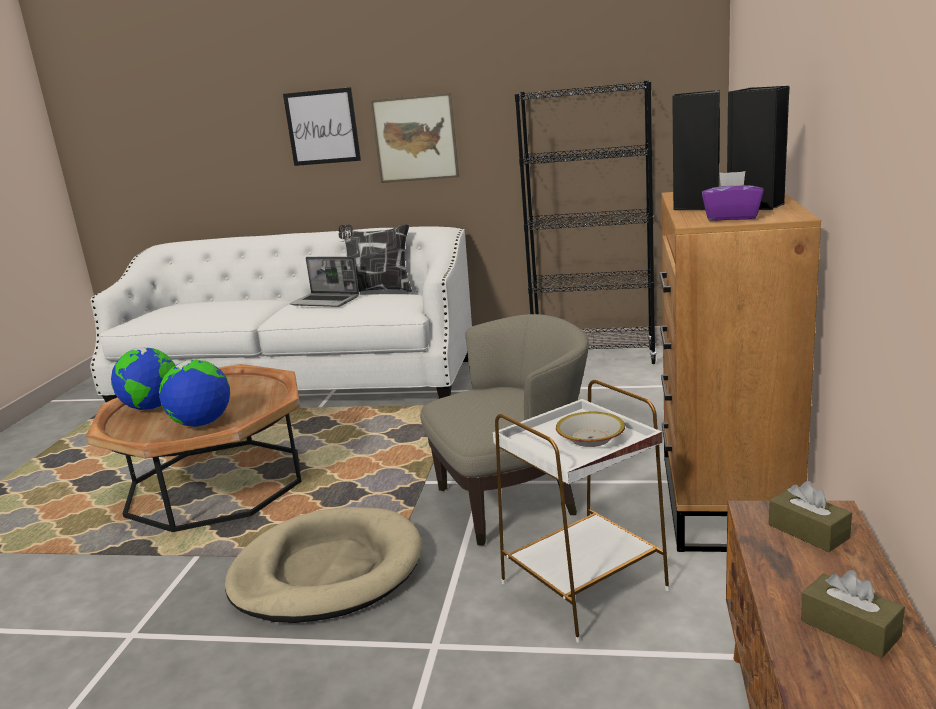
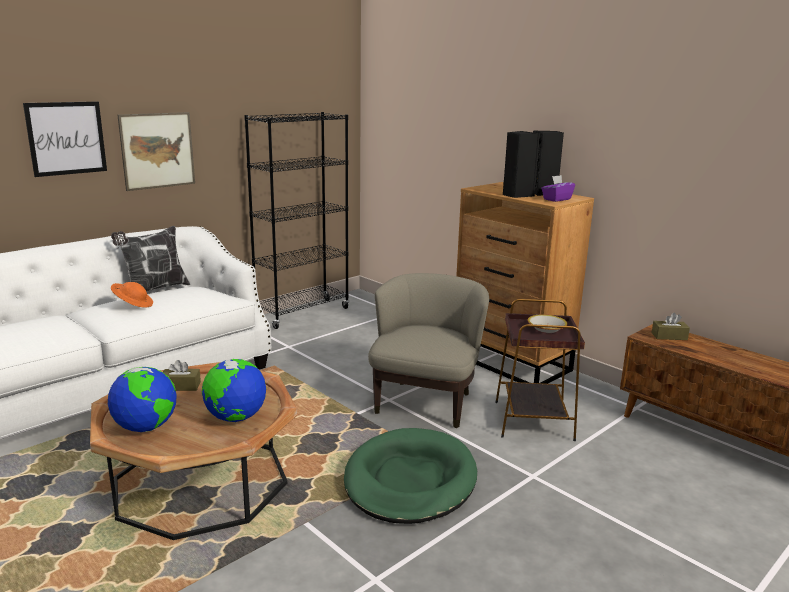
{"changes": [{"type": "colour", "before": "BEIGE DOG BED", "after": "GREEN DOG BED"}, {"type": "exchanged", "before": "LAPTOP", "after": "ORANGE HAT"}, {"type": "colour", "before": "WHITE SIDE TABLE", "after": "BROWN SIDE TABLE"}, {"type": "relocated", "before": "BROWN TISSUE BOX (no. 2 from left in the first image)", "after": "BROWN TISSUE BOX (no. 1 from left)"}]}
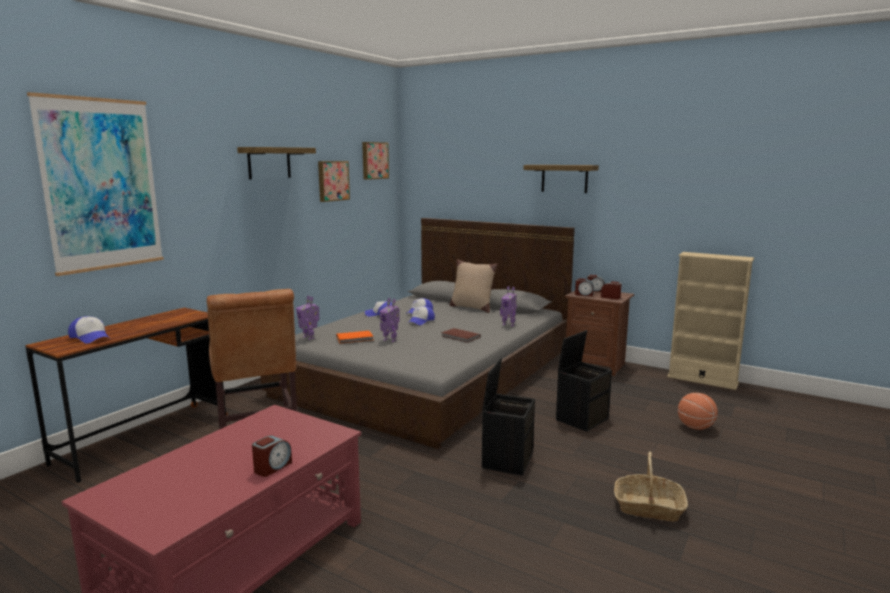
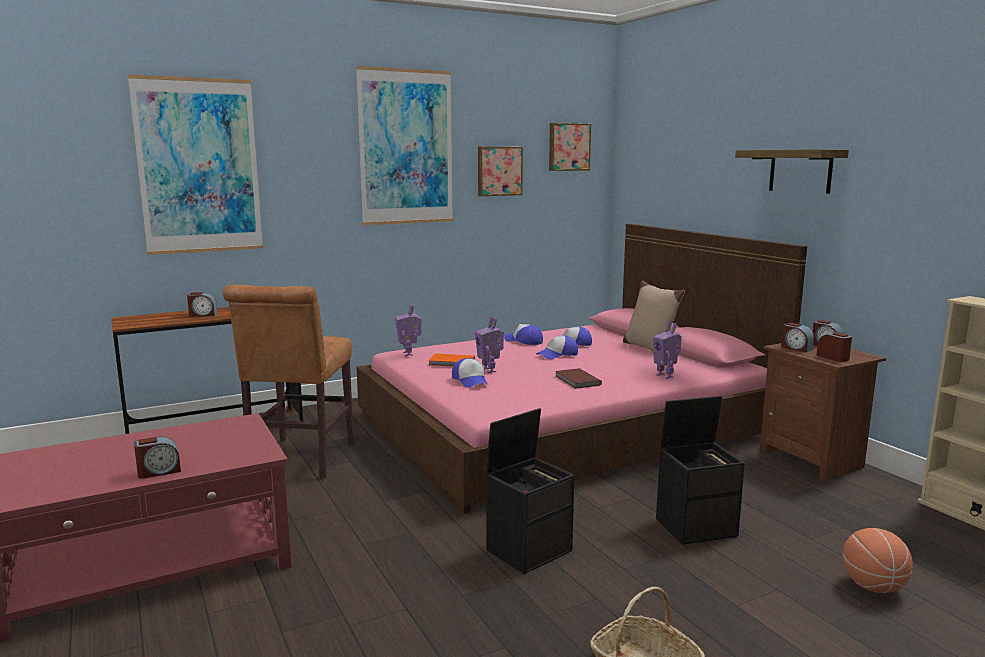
{"changes": [{"type": "relocated", "before": "CAP (no. 1 from left)"}, {"type": "exchanged", "before": "SHELF (no. 1 from left)", "after": "PICTURE (no. 2 from left)"}, {"type": "colour", "before": "GREY BED", "after": "PINK BED"}, {"type": "appeared", "after": "ALARM CLOCK (no. 2 from left)"}]}
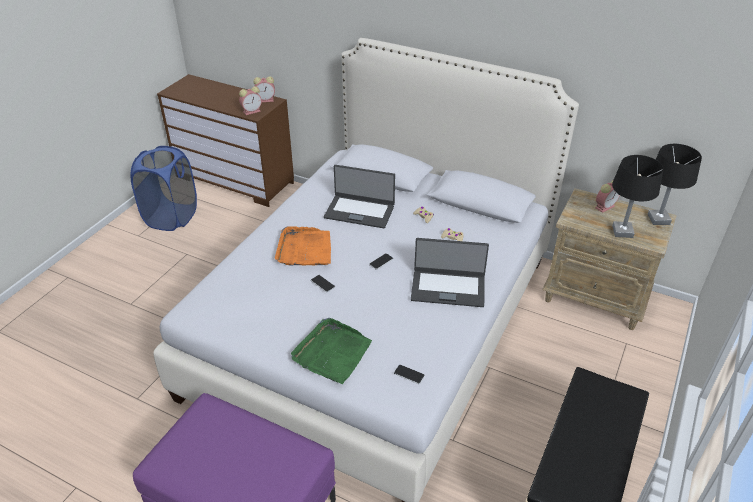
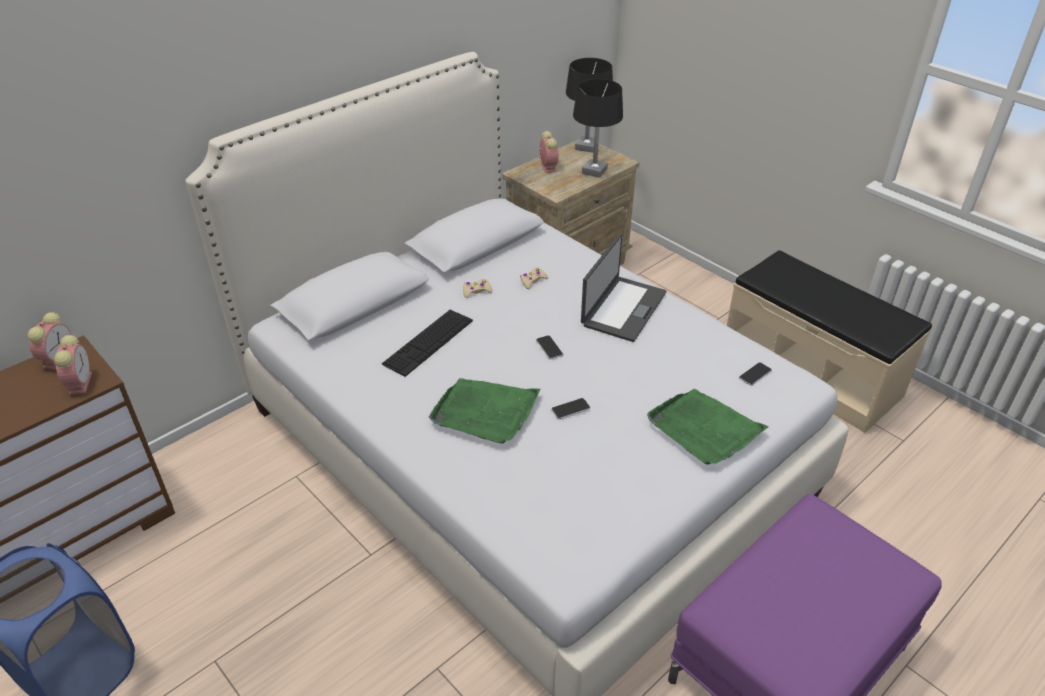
{"changes": [{"type": "colour", "before": "ORANGE TRAY", "after": "GREEN TRAY (no. 1 from left)"}, {"type": "exchanged", "before": "LAPTOP (no. 1 from left)", "after": "KEYBOARD"}]}
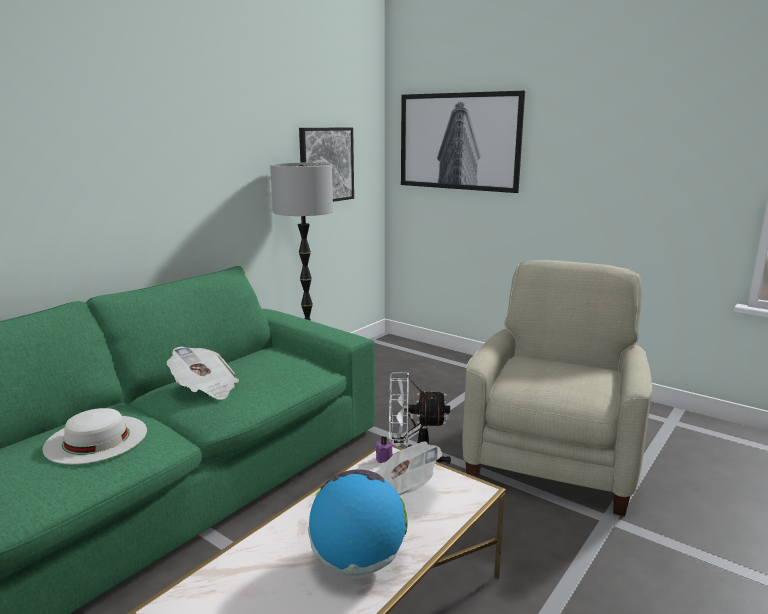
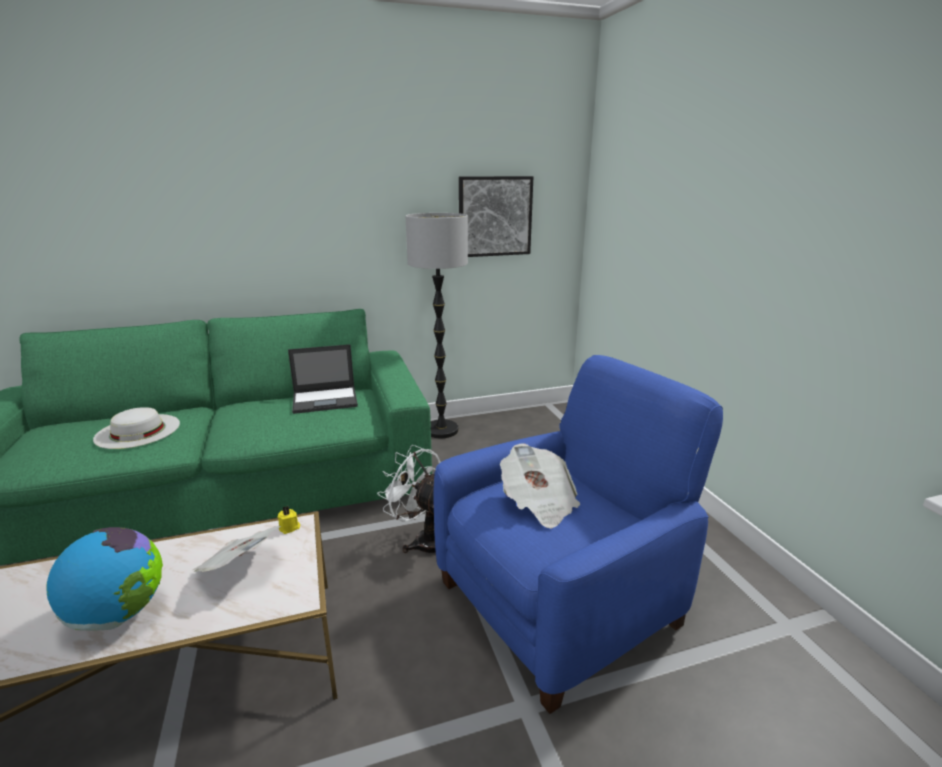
{"changes": [{"type": "relocated", "before": "NEWSPAPER (no. 1 from left in the first image)", "after": "NEWSPAPER (no. 2 from left)"}, {"type": "colour", "before": "PURPLE CANDLE", "after": "YELLOW CANDLE"}, {"type": "missing", "before": "PICTURE (no. 2 from left)"}, {"type": "colour", "before": "BEIGE ARMCHAIR", "after": "BLUE ARMCHAIR"}, {"type": "appeared", "after": "LAPTOP"}]}
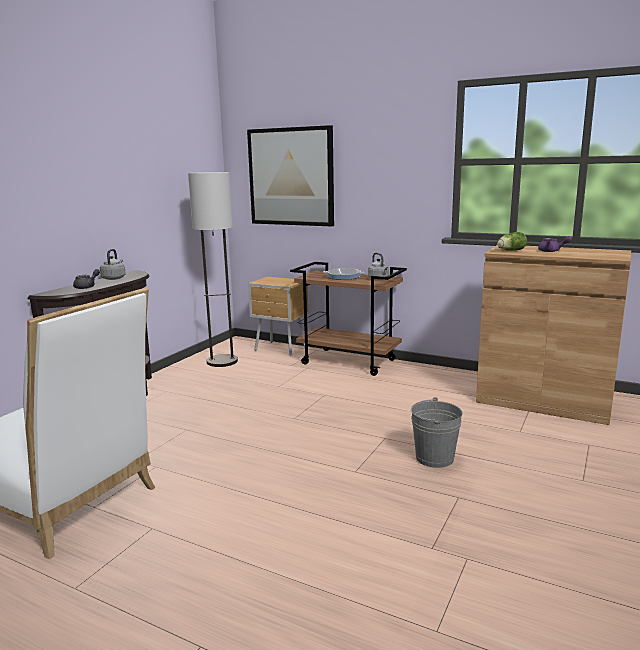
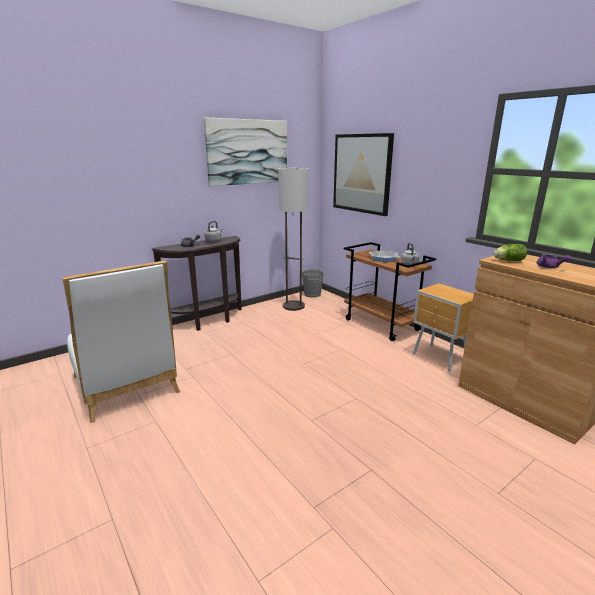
{"changes": [{"type": "relocated", "before": "BROWN NIGHTSTAND"}, {"type": "relocated", "before": "GREY BUCKET"}, {"type": "appeared", "after": "PICTURE (no. 1 from left)"}]}
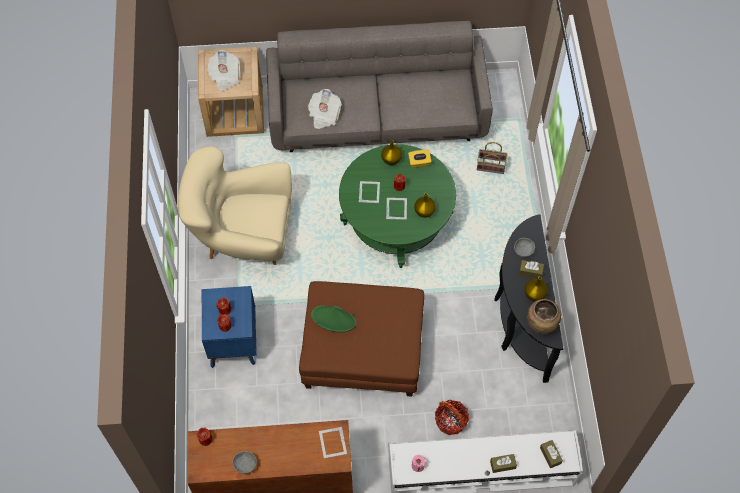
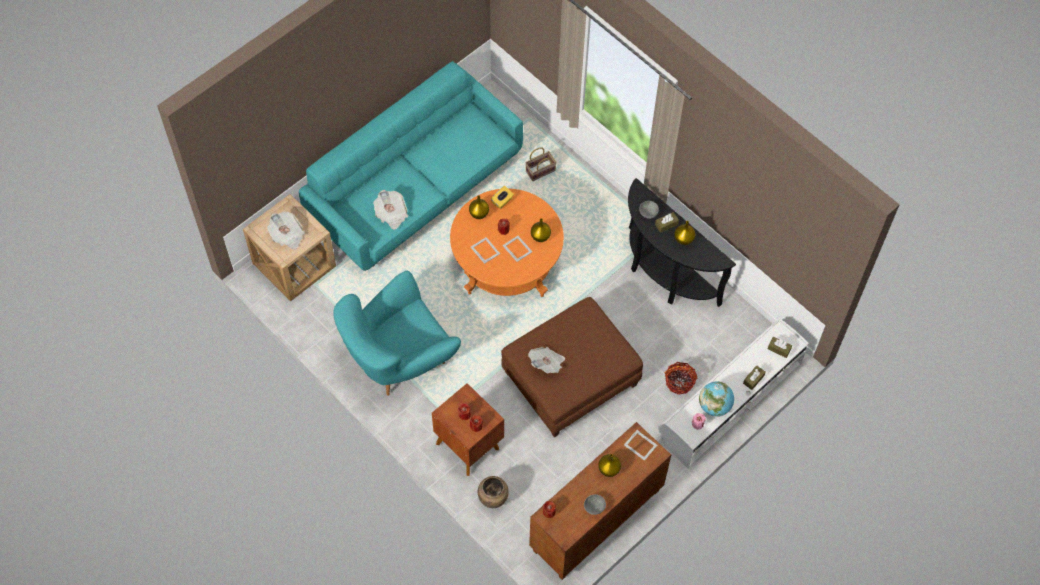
{"changes": [{"type": "colour", "before": "BEIGE ARMCHAIR", "after": "TURQUOISE ARMCHAIR"}, {"type": "colour", "before": "BLUE NIGHTSTAND", "after": "BROWN NIGHTSTAND"}, {"type": "colour", "before": "GREY SOFA", "after": "TURQUOISE SOFA"}, {"type": "exchanged", "before": "GREEN HAT", "after": "NEWSPAPER (no. 3 from left)"}, {"type": "colour", "before": "GREEN COFFEE TABLE", "after": "ORANGE COFFEE TABLE"}, {"type": "relocated", "before": "BROWN VASE"}, {"type": "appeared", "after": "YELLOW VASE (no. 3 from left)"}, {"type": "appeared", "after": "GLOBE"}]}
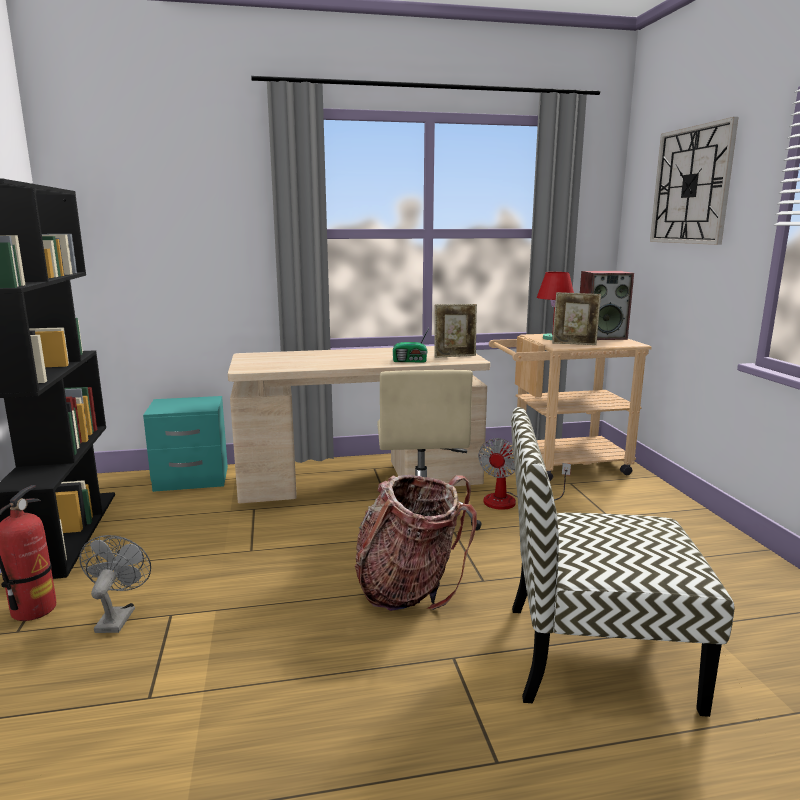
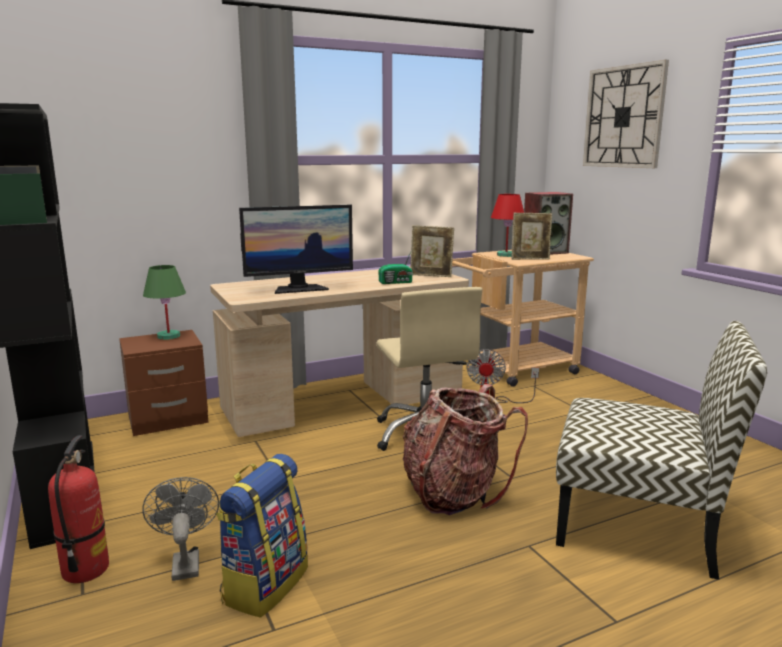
{"changes": [{"type": "colour", "before": "TURQUOISE NIGHTSTAND", "after": "BROWN NIGHTSTAND"}, {"type": "spun", "before": "PICTURE FRAME (no. 1 from left)", "turn": 45}, {"type": "spun", "before": "CHAIR", "turn": -150}, {"type": "appeared", "after": "GREEN TABLE LAMP"}, {"type": "appeared", "after": "BACKPACK (no. 1 from left)"}, {"type": "appeared", "after": "MONITOR"}]}
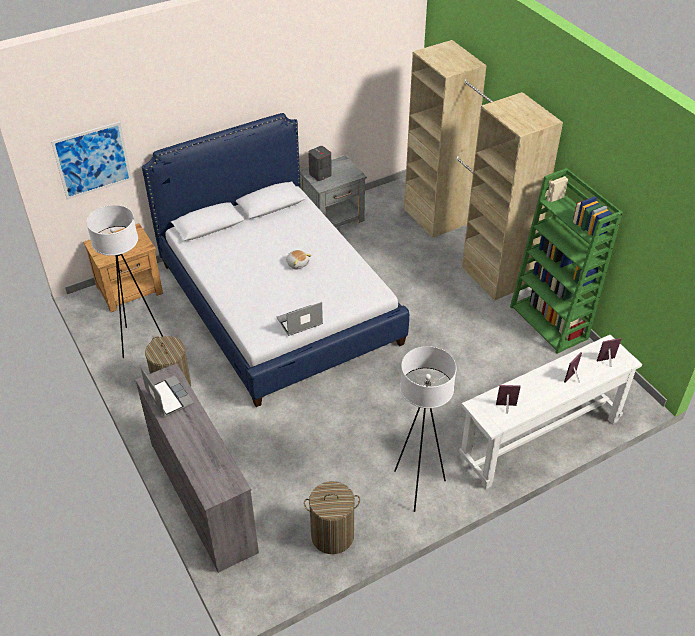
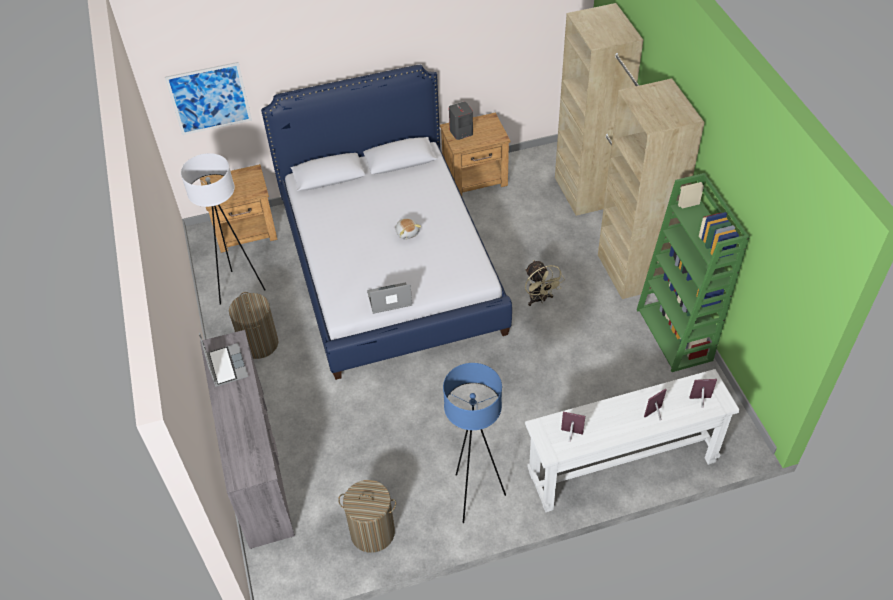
{"changes": [{"type": "colour", "before": "GREY NIGHTSTAND", "after": "BROWN NIGHTSTAND (no. 2 from left)"}, {"type": "colour", "before": "WHITE FLOOR LAMP (no. 2 from left)", "after": "BLUE FLOOR LAMP"}, {"type": "appeared", "after": "BEIGE FAN"}]}
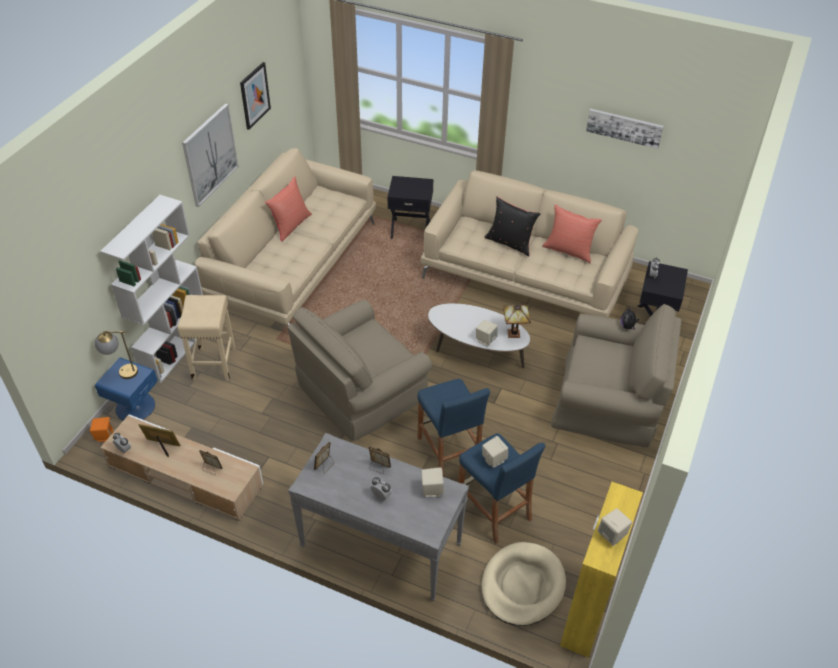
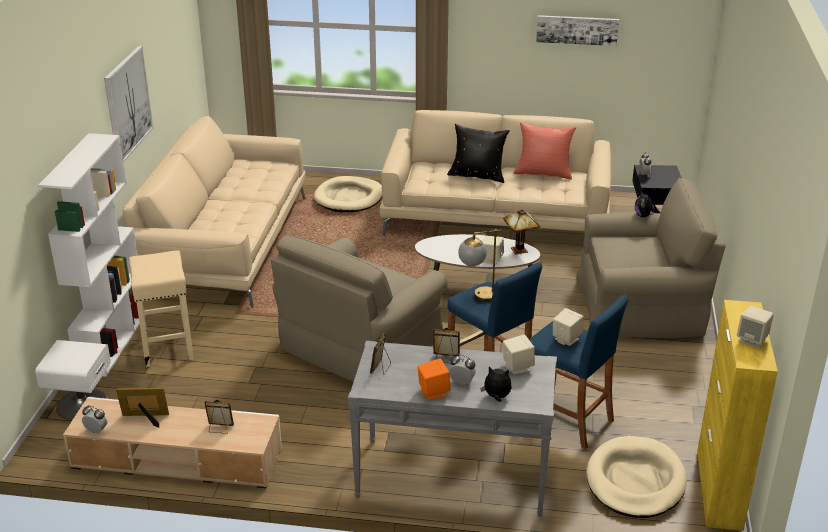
{"changes": [{"type": "relocated", "before": "ORANGE SPEAKER"}, {"type": "relocated", "before": "TABLE LAMP (no. 1 from left)"}, {"type": "colour", "before": "BLUE NIGHTSTAND", "after": "WHITE NIGHTSTAND"}, {"type": "missing", "before": "PICTURE (no. 2 from left)"}, {"type": "missing", "before": "RED PILLOW (no. 1 from left)"}, {"type": "exchanged", "before": "BLACK SIDE TABLE (no. 1 from left)", "after": "BEIGE DOG BED (no. 1 from left)"}, {"type": "appeared", "after": "PLUSH TOY (no. 1 from left)"}]}
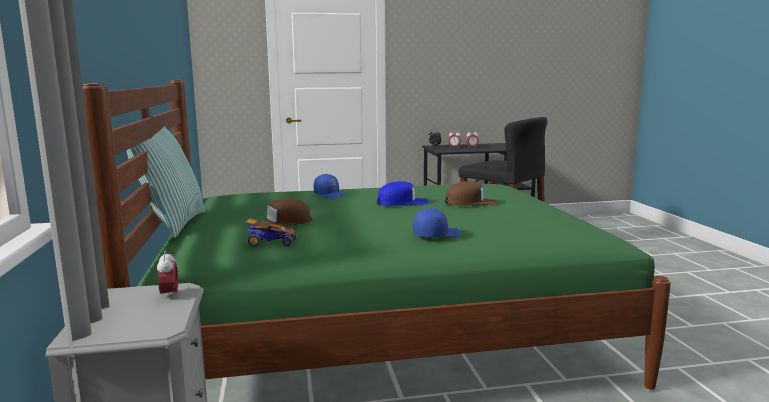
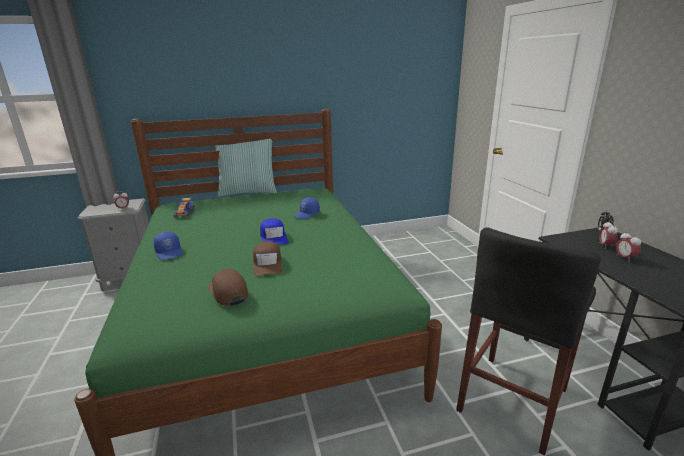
{"changes": [{"type": "relocated", "before": "BROWN CAP (no. 1 from left)"}]}
